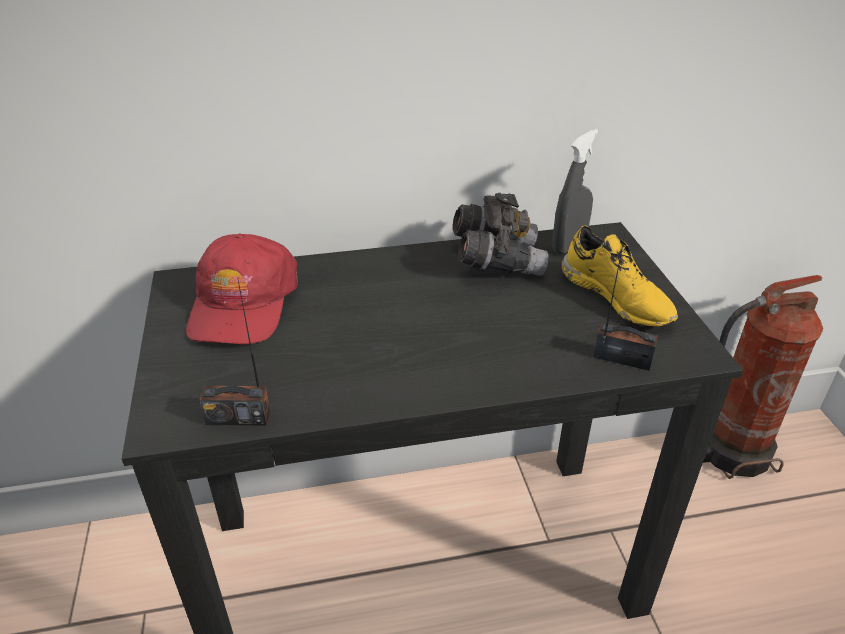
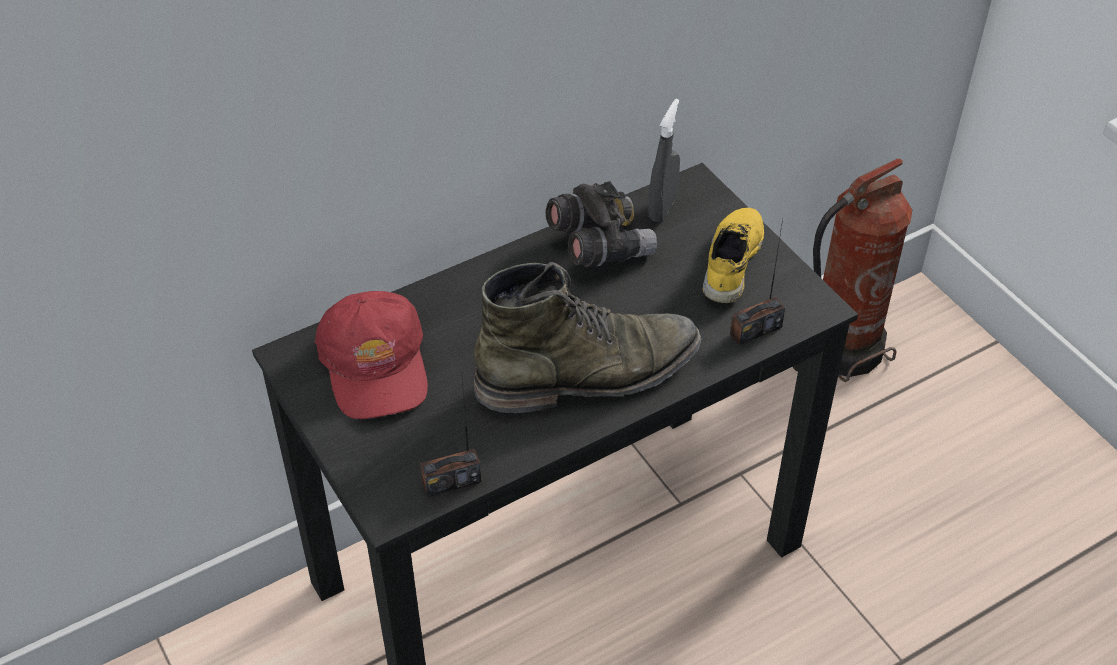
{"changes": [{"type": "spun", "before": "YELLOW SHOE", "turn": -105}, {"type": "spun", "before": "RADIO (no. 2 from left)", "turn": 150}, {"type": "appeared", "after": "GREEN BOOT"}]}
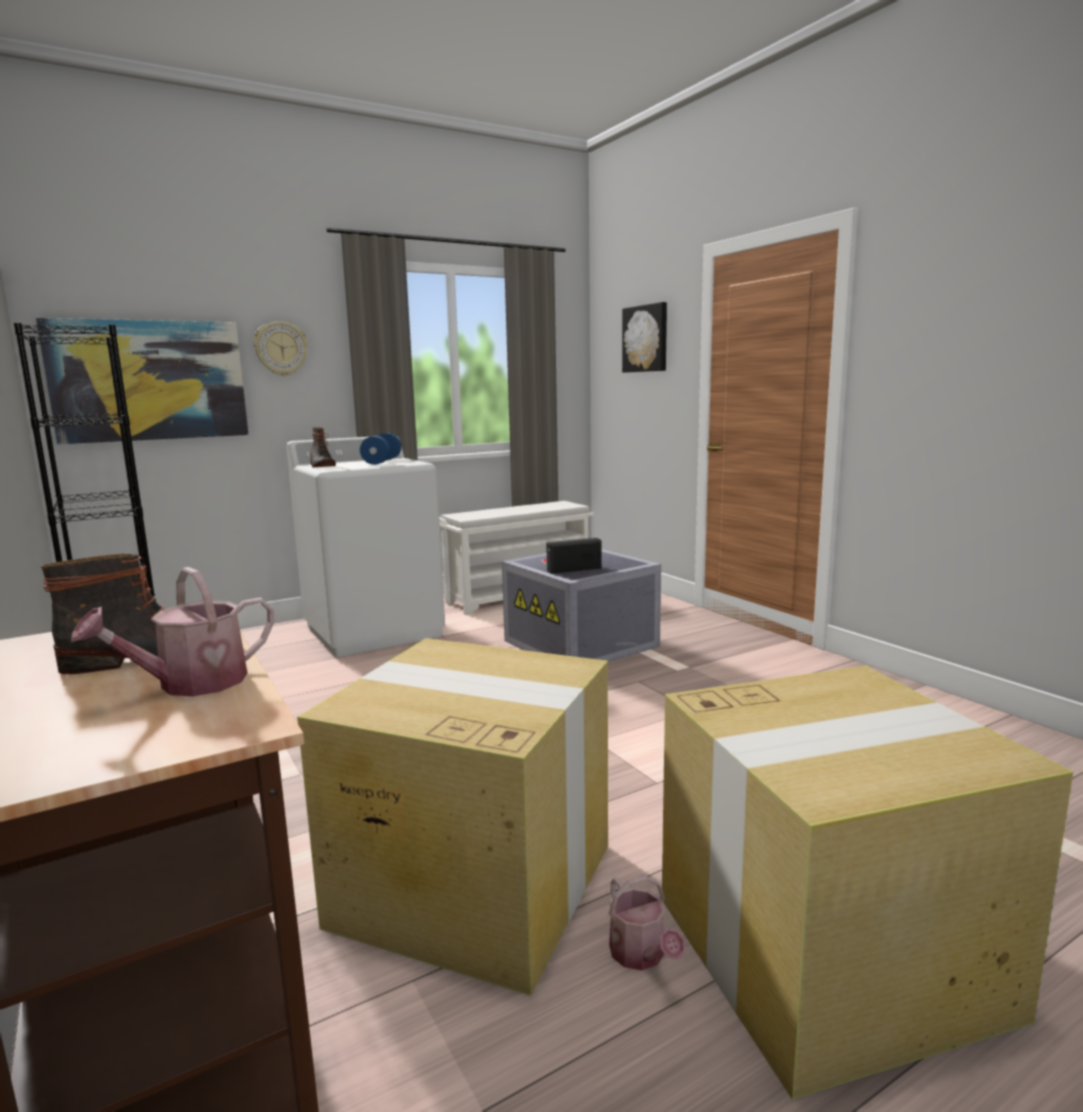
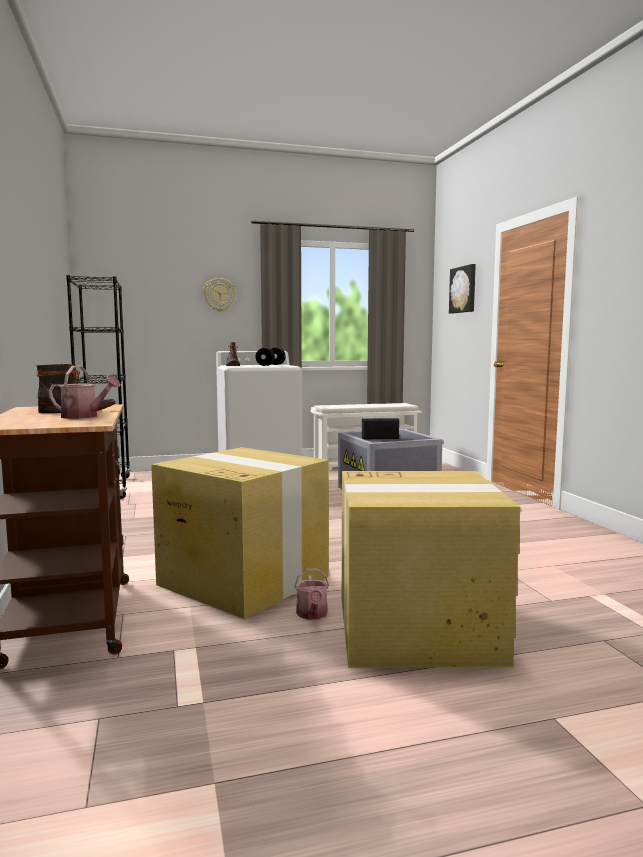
{"changes": [{"type": "missing", "before": "PICTURE (no. 1 from left)"}, {"type": "spun", "before": "WATERING CAN (no. 1 from left)", "turn": -135}, {"type": "colour", "before": "BLUE DUMBBELL", "after": "BLACK DUMBBELL"}]}
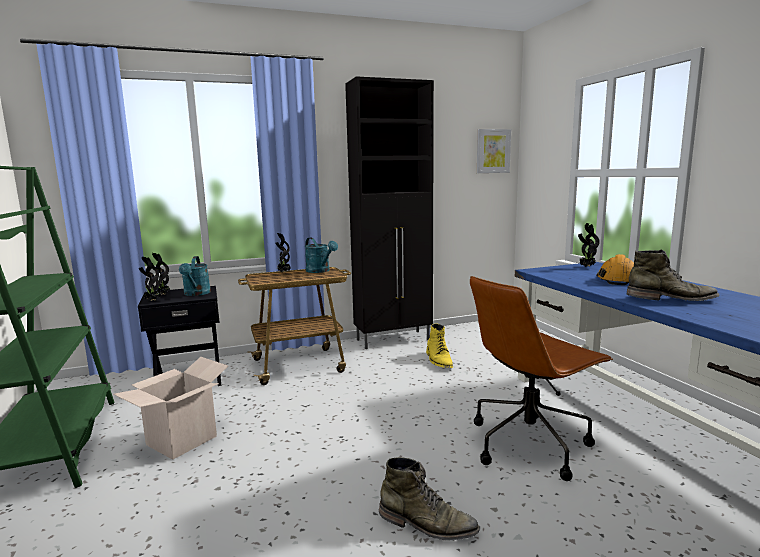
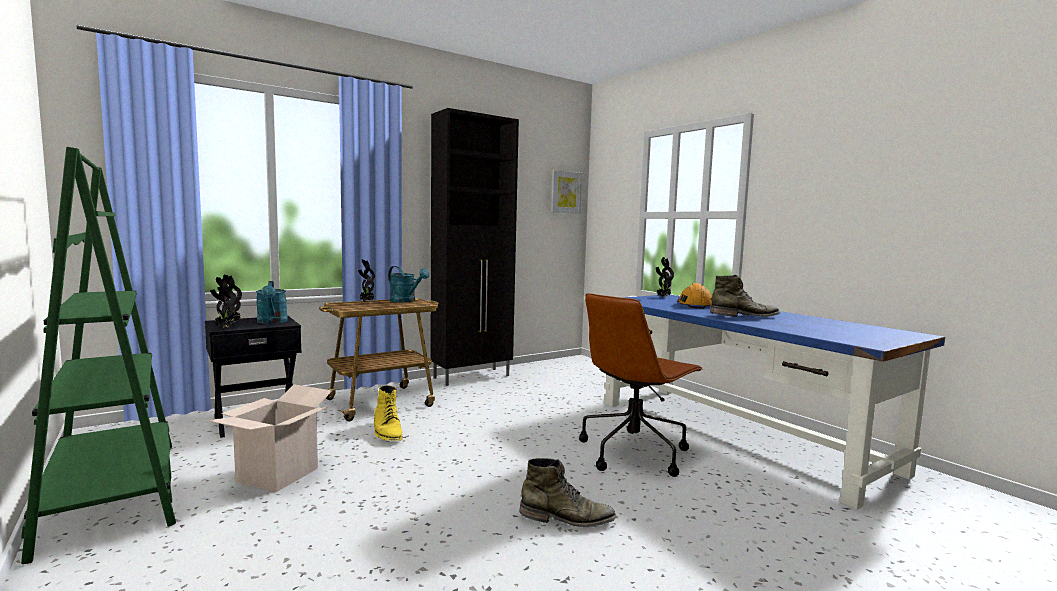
{"changes": [{"type": "relocated", "before": "YELLOW BOOT"}]}
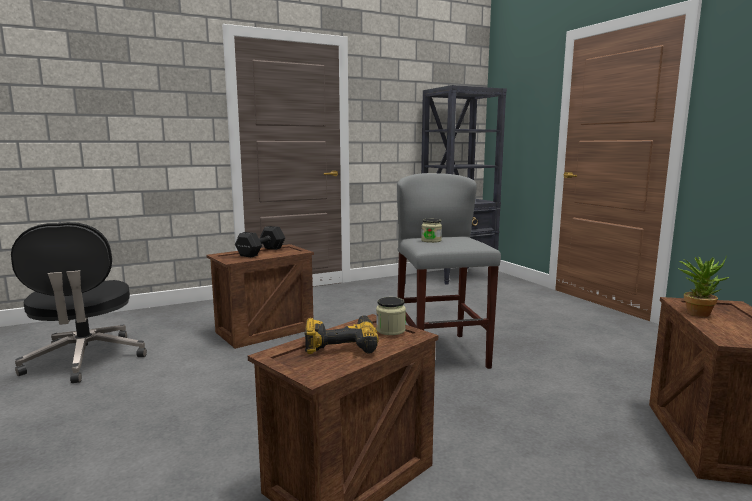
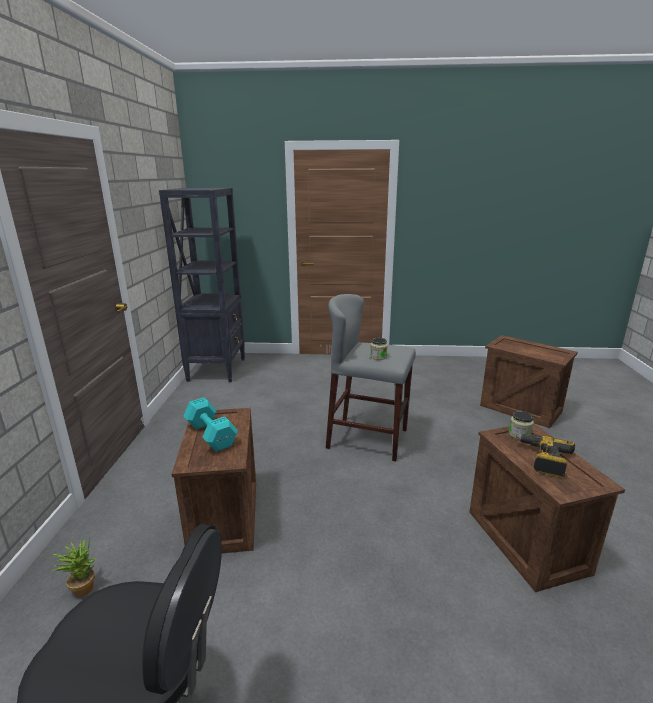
{"changes": [{"type": "colour", "before": "BLACK DUMBBELL", "after": "TURQUOISE DUMBBELL"}, {"type": "relocated", "before": "POTTED PLANT"}]}
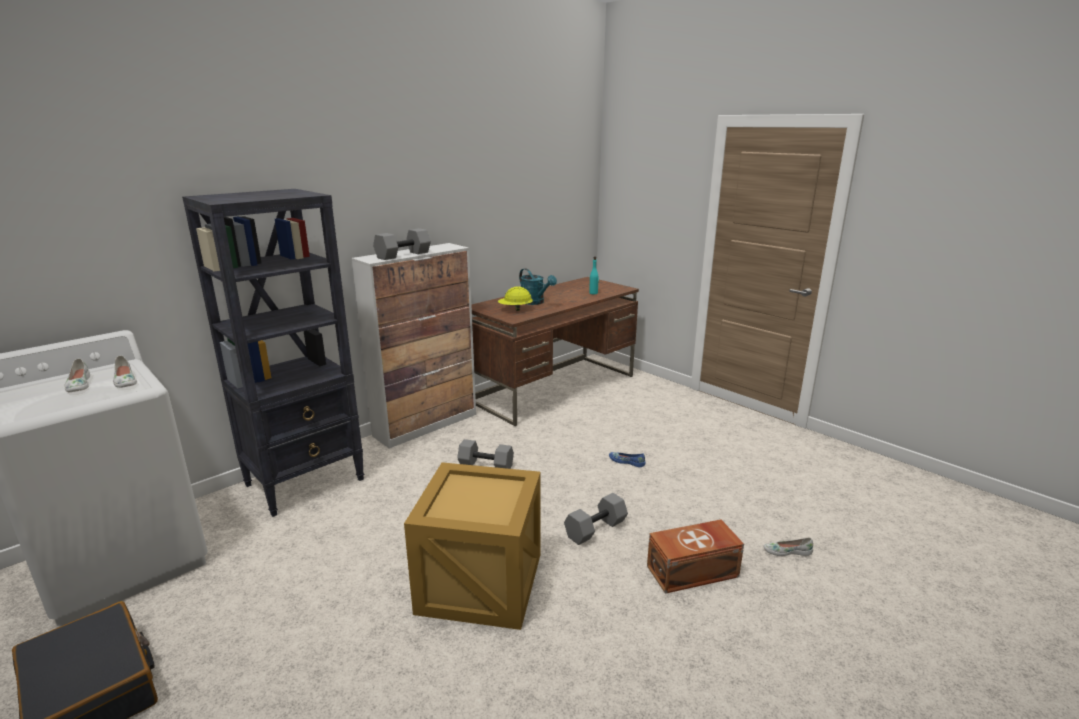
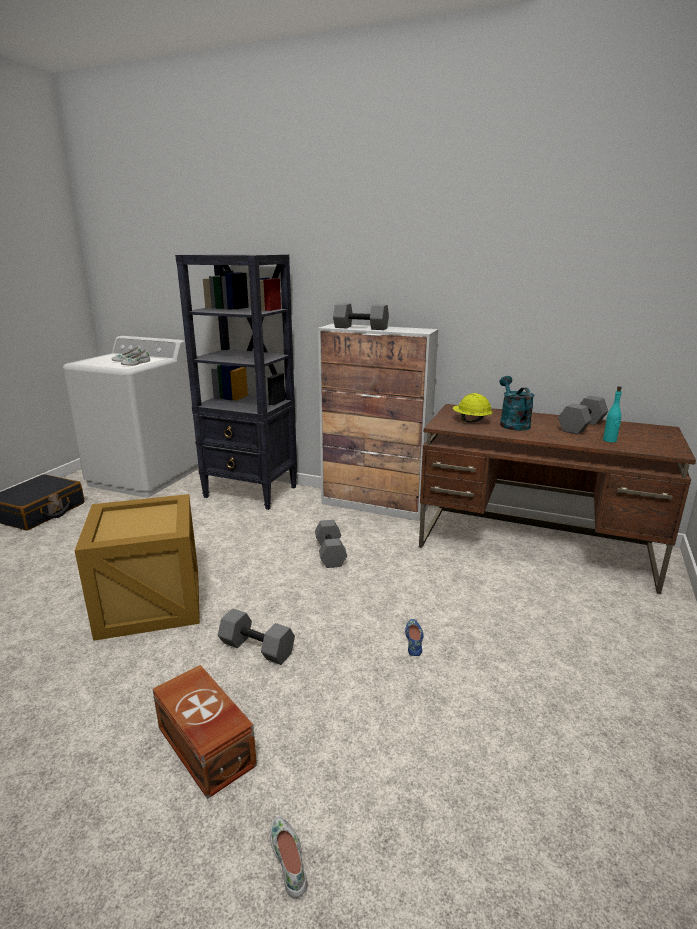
{"changes": [{"type": "spun", "before": "TURQUOISE WATERING CAN", "turn": 150}, {"type": "appeared", "after": "GREY DUMBBELL (no. 4 from left)"}]}
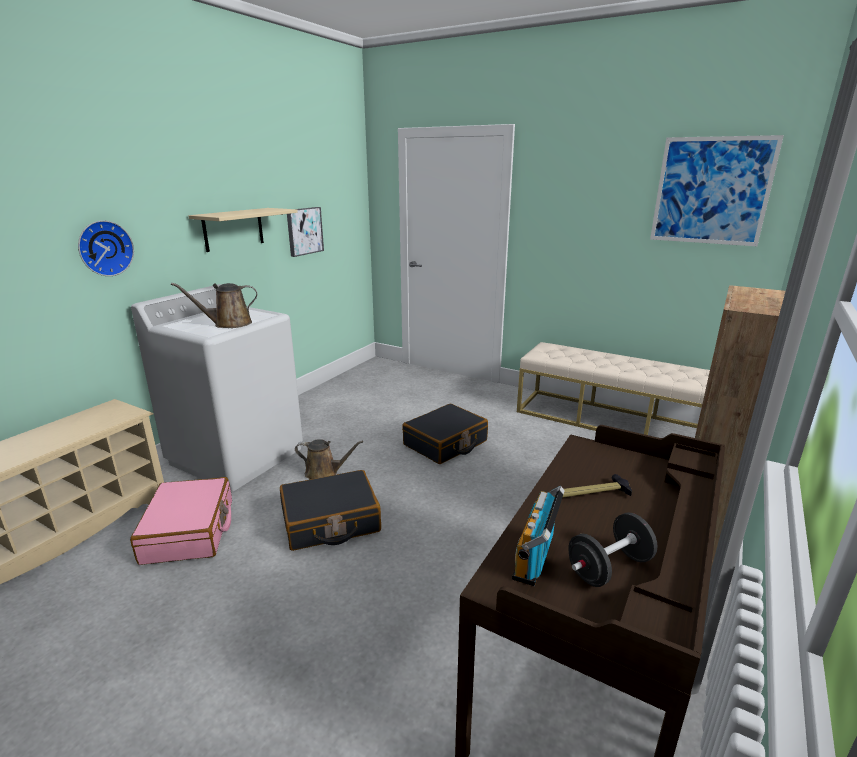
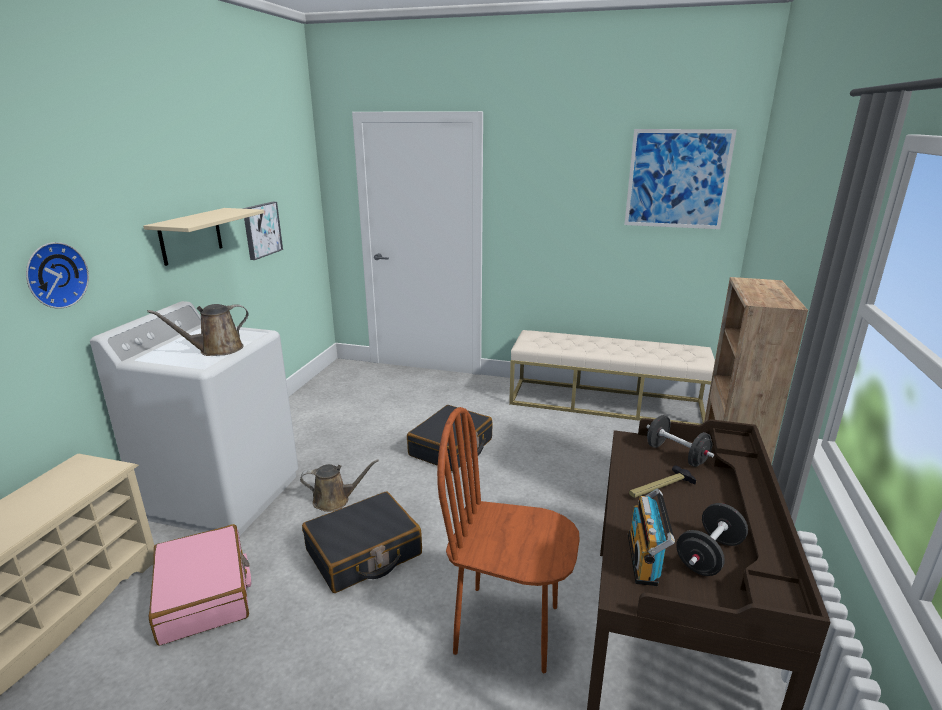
{"changes": [{"type": "appeared", "after": "BROWN CHAIR"}, {"type": "appeared", "after": "BLACK DUMBBELL (no. 1 from left)"}]}
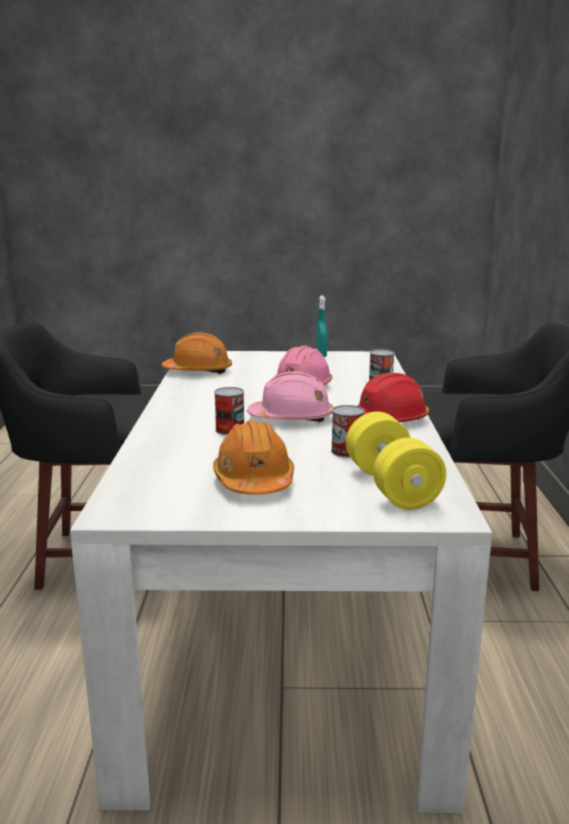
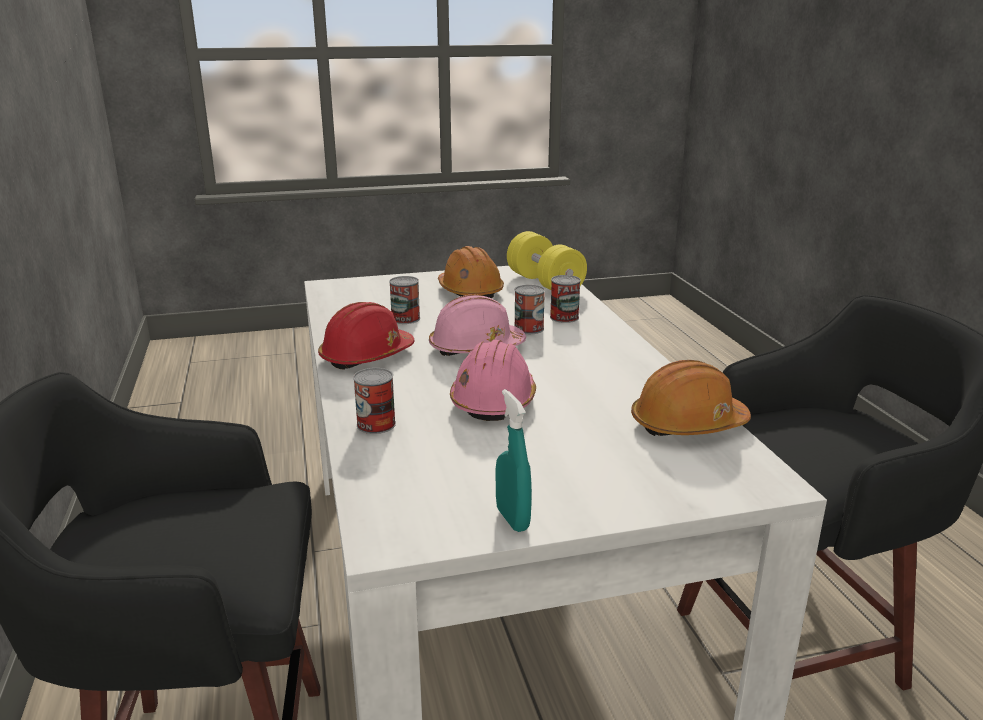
{"changes": [{"type": "relocated", "before": "YELLOW DUMBBELL"}, {"type": "appeared", "after": "CAN (no. 4 from left)"}]}
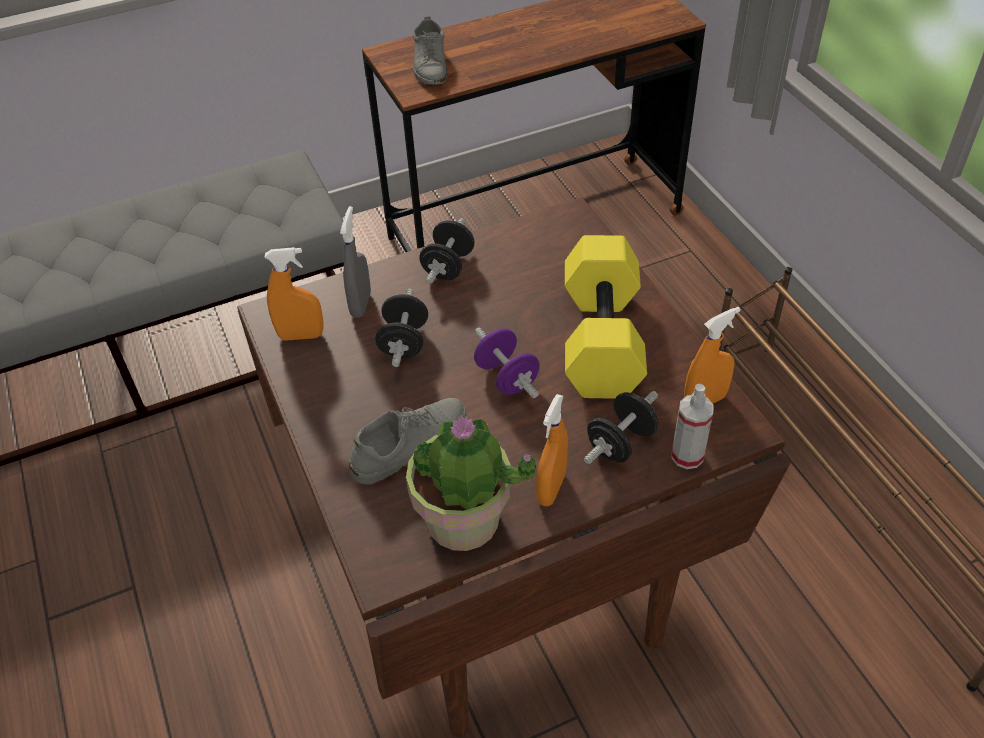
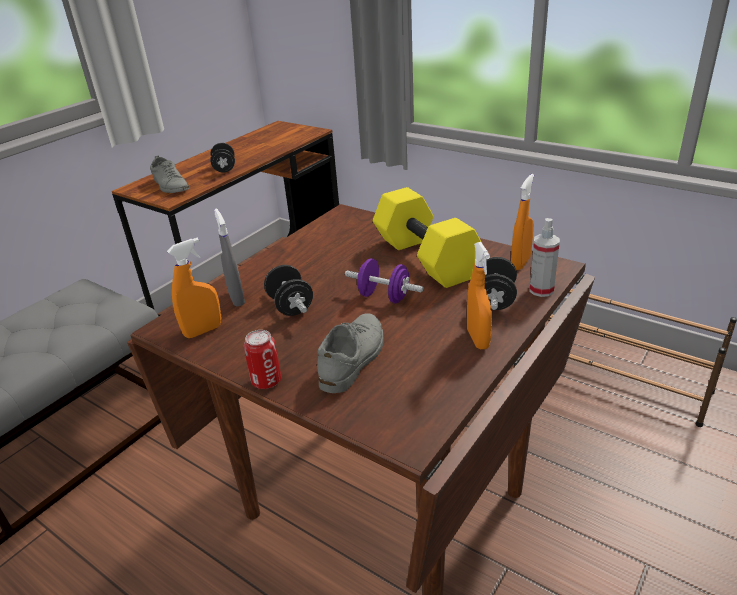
{"changes": [{"type": "missing", "before": "POTTED PLANT"}, {"type": "relocated", "before": "BLACK DUMBBELL (no. 2 from left in the first image)", "after": "BLACK DUMBBELL (no. 1 from left)"}, {"type": "appeared", "after": "CAN"}]}
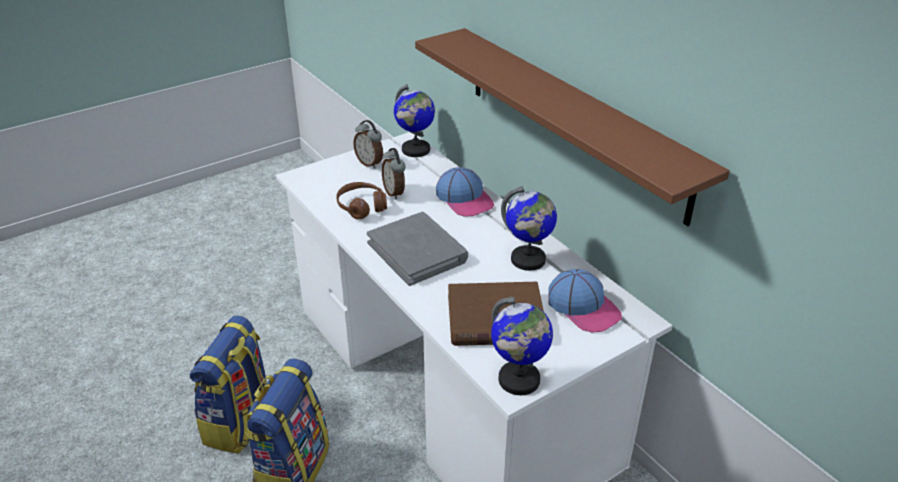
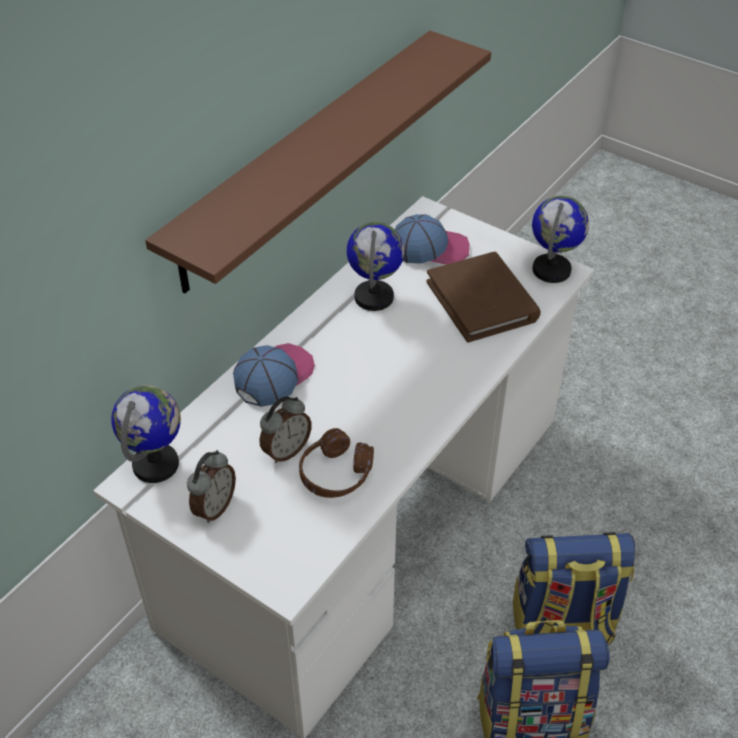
{"changes": [{"type": "missing", "before": "GREY BOOK"}, {"type": "spun", "before": "CAP (no. 2 from left)", "turn": 60}]}
